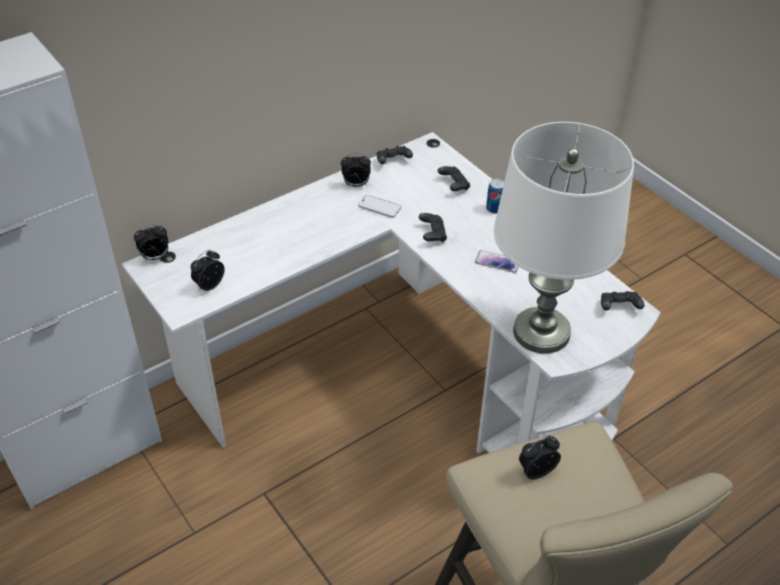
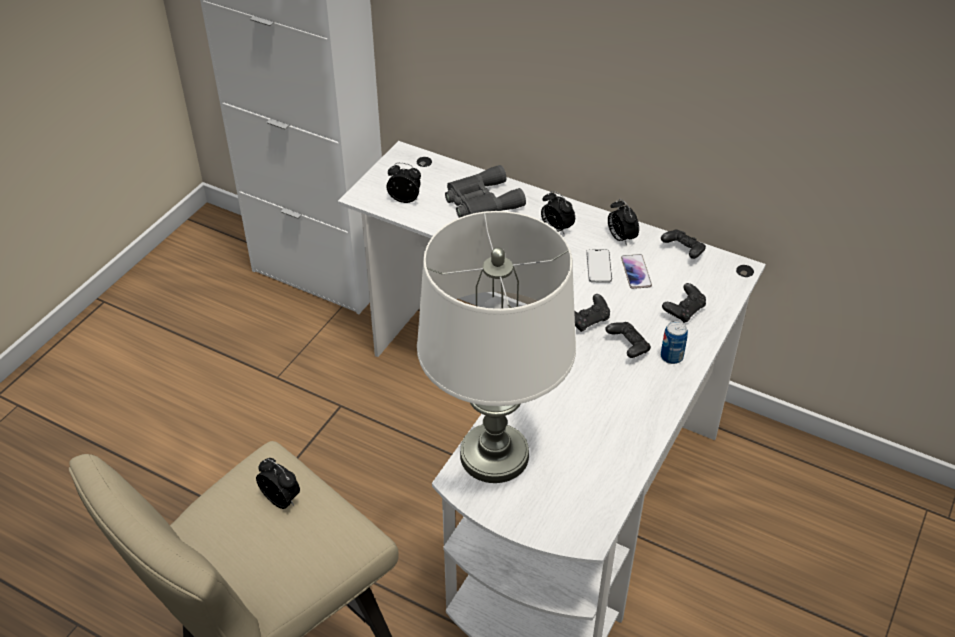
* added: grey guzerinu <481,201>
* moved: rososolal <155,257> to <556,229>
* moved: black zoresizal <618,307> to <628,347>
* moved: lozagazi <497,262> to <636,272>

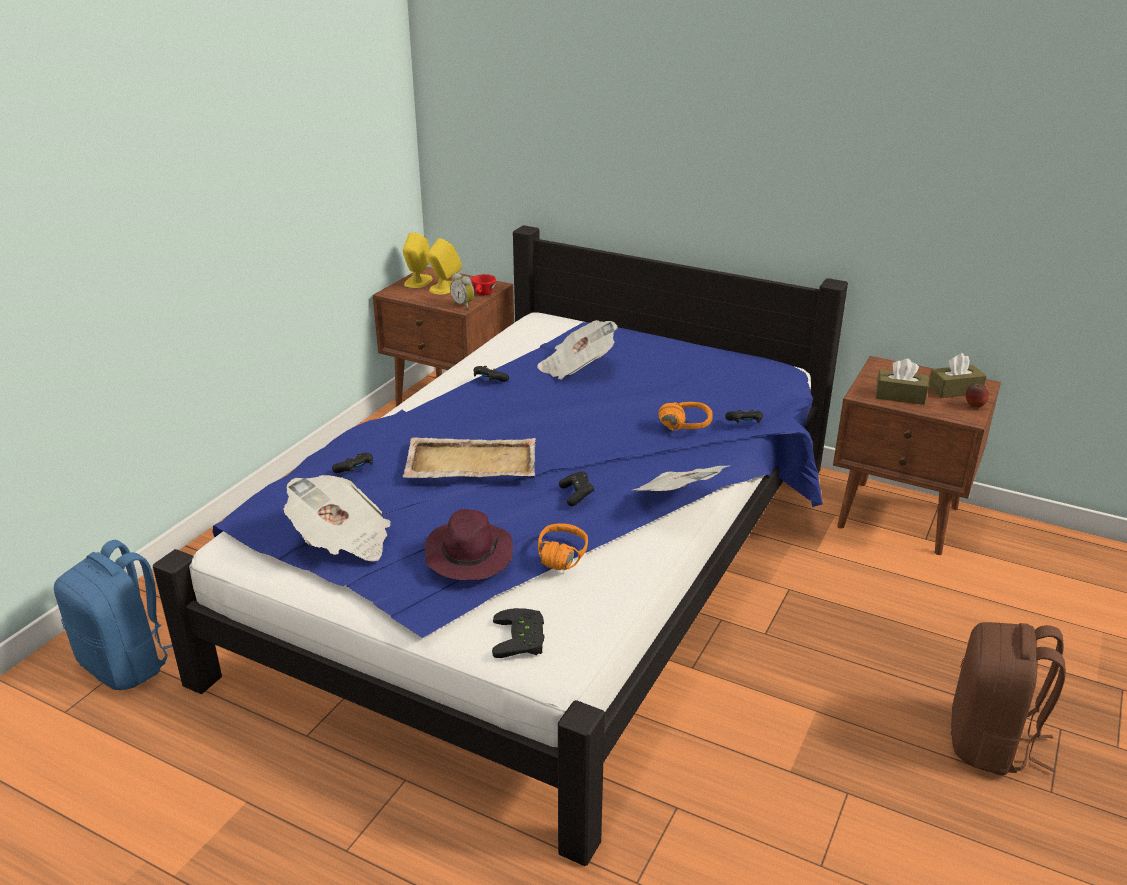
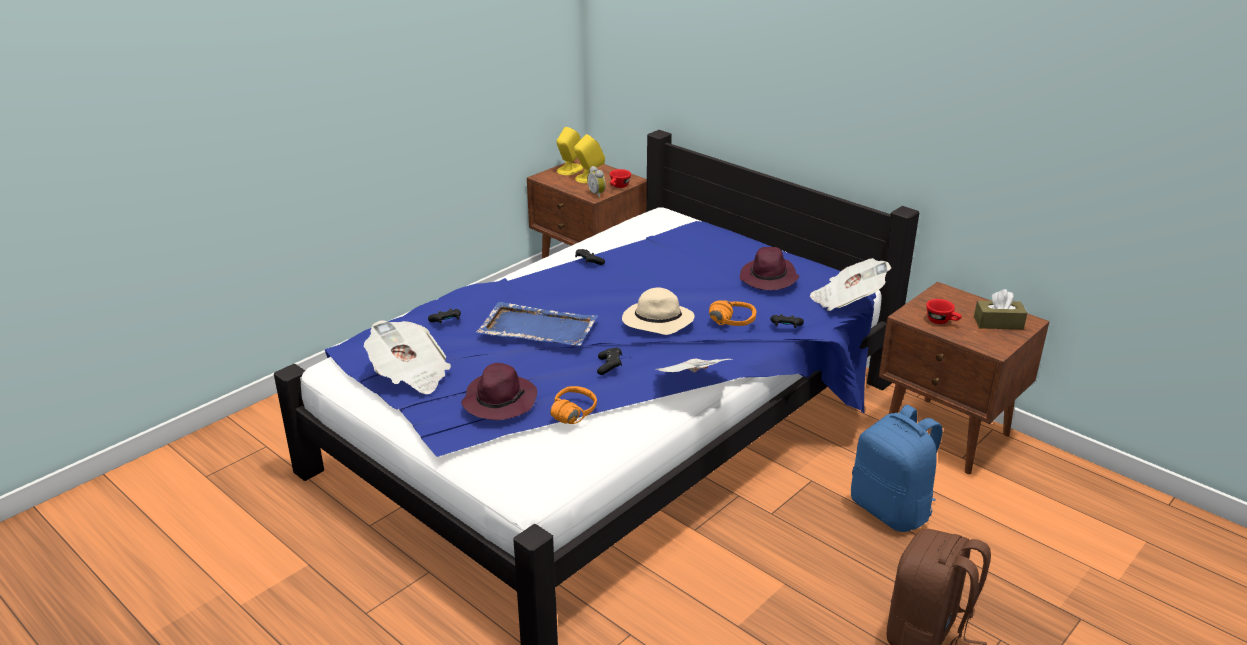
* recoloured: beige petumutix <470,462> to blue petumutix <537,328>
* added: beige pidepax <656,322>
* added: purple pidepax <769,278>
* moved: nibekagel <576,368> to <847,301>
* moved: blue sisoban <127,663> to <891,510>
* replaced: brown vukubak <900,396> to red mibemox <942,321>
* removed: black zoresizal <523,638>
* removed: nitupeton <974,407>

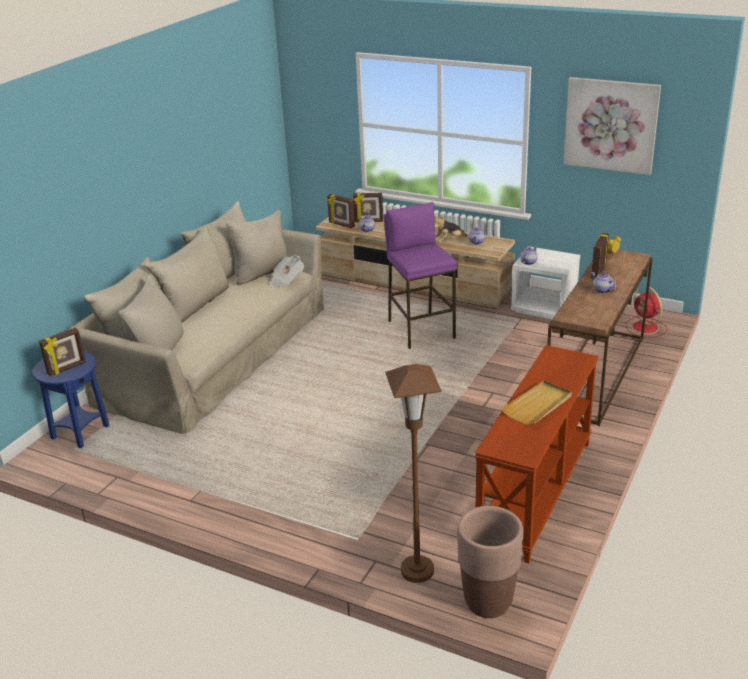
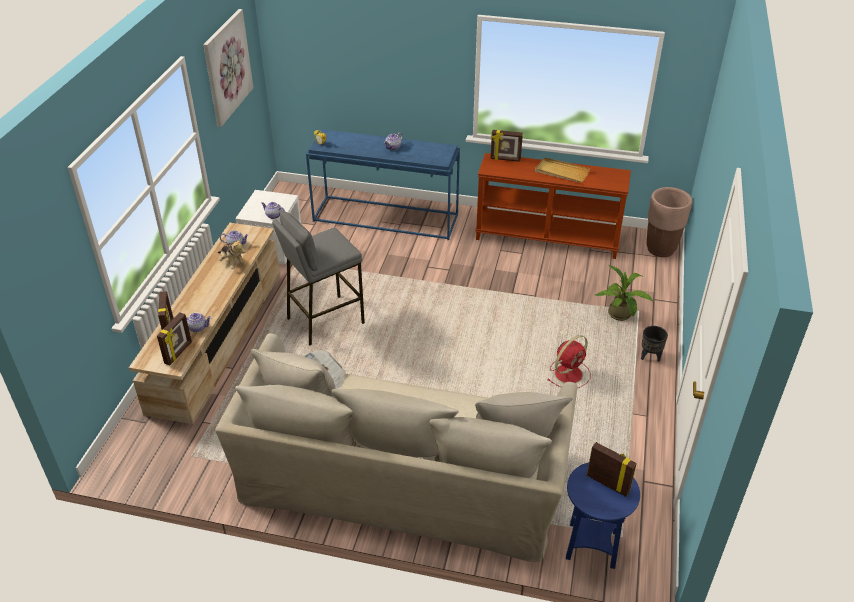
* recoloured: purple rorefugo <421,329> to grey rorefugo <324,320>
* recoloured: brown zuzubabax <596,375> to blue zuzubabax <386,218>
* moved: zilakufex <598,272> to <505,159>
* moved: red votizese <646,328> to <569,373>
* added: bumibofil <621,316>
* added: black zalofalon <650,357>
* removed: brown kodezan <417,570>

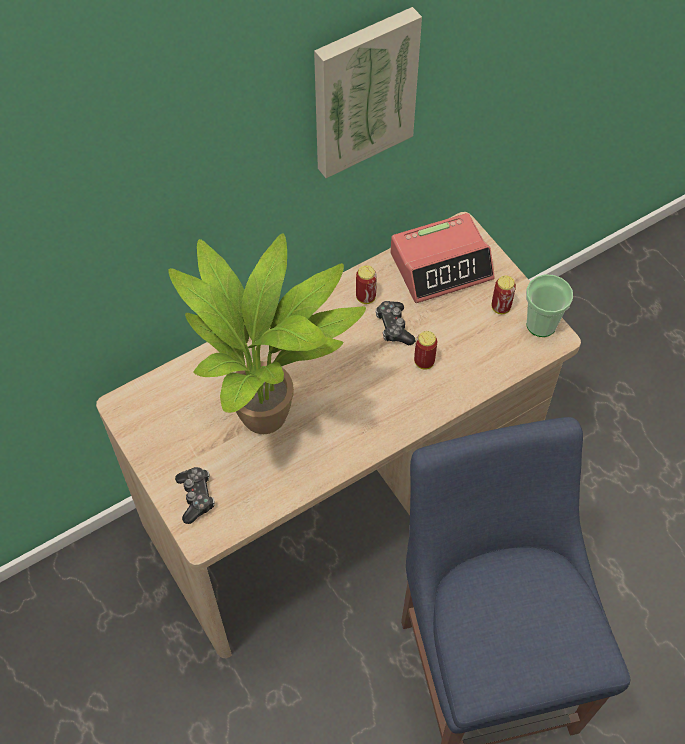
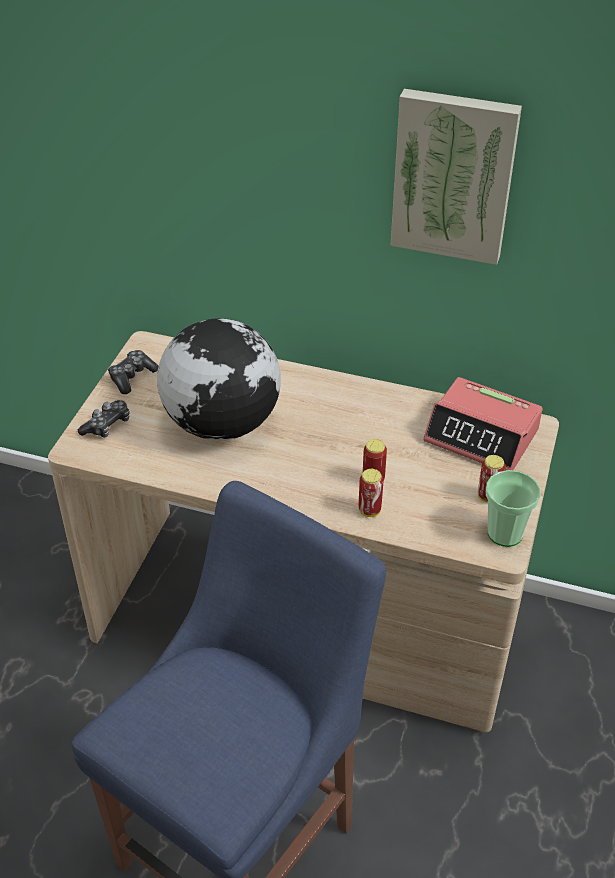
* moved: zoresizal <394,327> to <132,377>
* replaced: bumibofil <271,414> to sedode <222,422>
* moved: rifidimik <365,297> to <369,510>

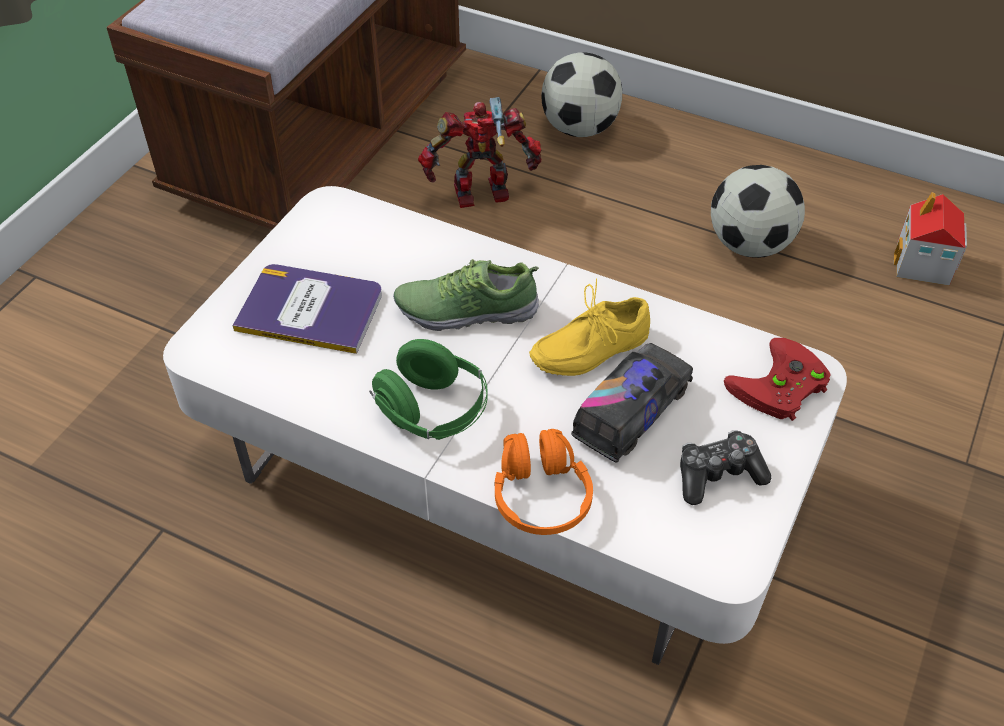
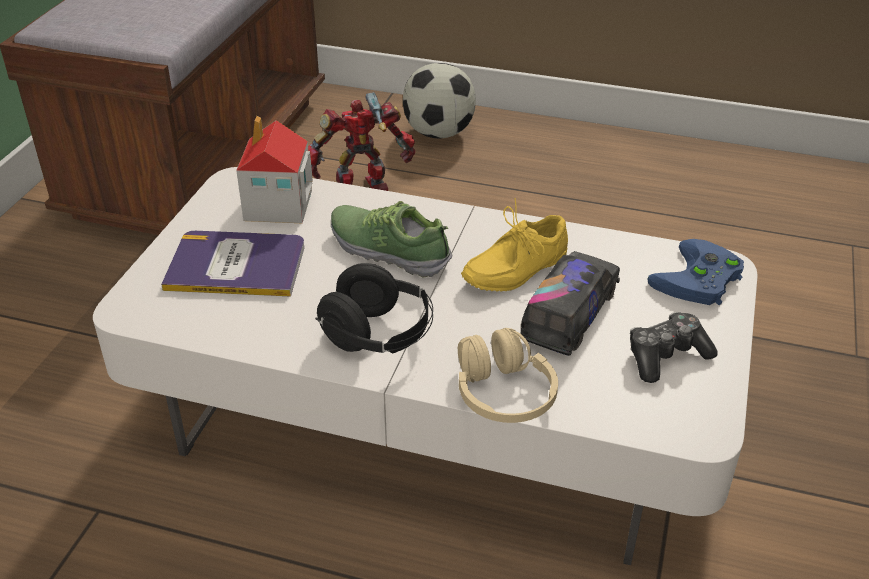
* moved: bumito <922,264> to <278,206>
* recoloured: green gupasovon <433,412> to black gupasovon <378,336>
* turned: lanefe <466,309> = <389,250> 45 degrees clockwise
* recoloured: orange gupasovon <541,495> to beige gupasovon <503,393>
* recoloured: red zoresizal <779,388> to blue zoresizal <698,281>
* removed: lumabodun <749,244>

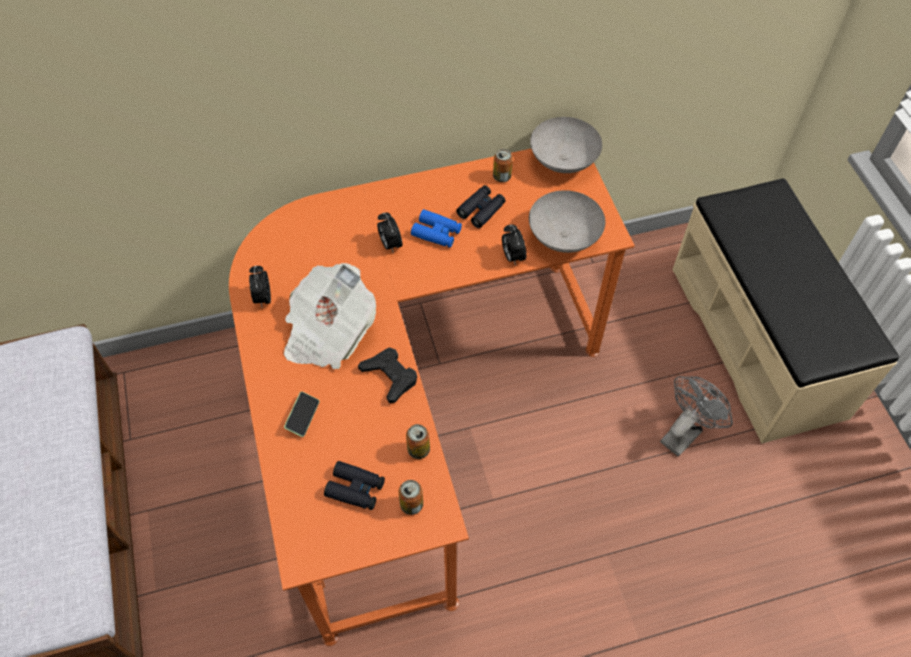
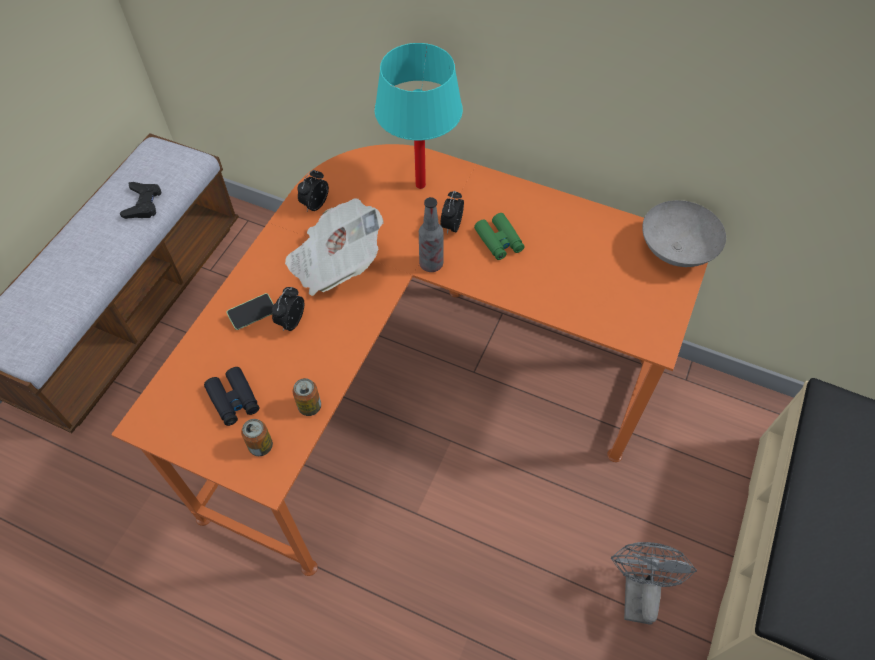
* moved: black zoresizal <390,376> to <143,203>
* moved: rososolal <512,256> to <291,321>
* added: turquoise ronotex <420,185>
* added: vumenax <431,264>
* recoloured: blue guzerinu <436,233> to green guzerinu <499,241>
* turned: grey votizese <684,432> = <637,590> 75 degrees counterclockwise
* removed: black guzerinu <481,210>
* removed: rifidimik <502,176>
* removed: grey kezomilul <565,238>

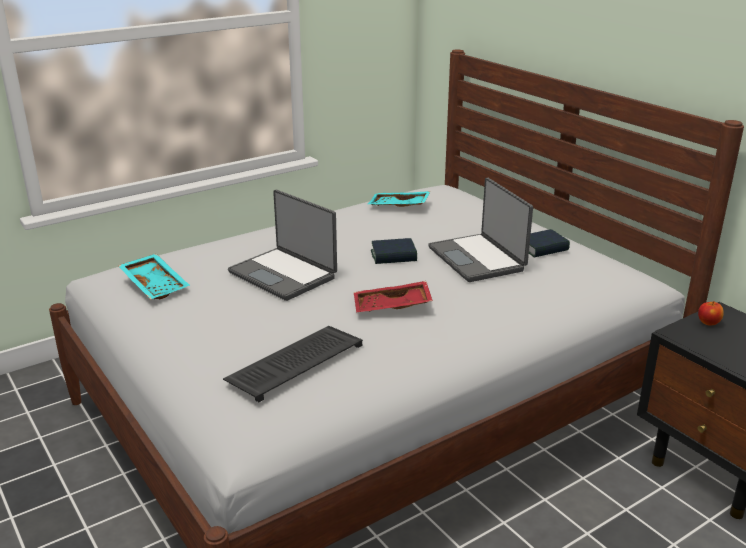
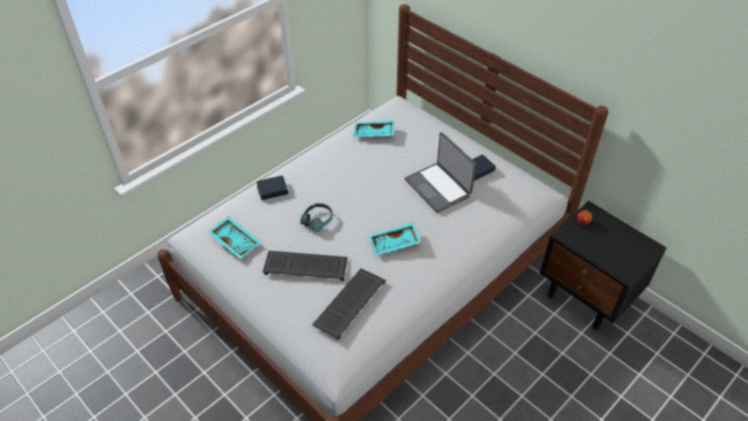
* moved: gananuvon <393,256> to <272,190>
* added: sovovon <306,266>
* replaced: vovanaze <284,274> to gupasovon <317,220>
* recoloured: red petumutix <392,307> to turquoise petumutix <394,244>

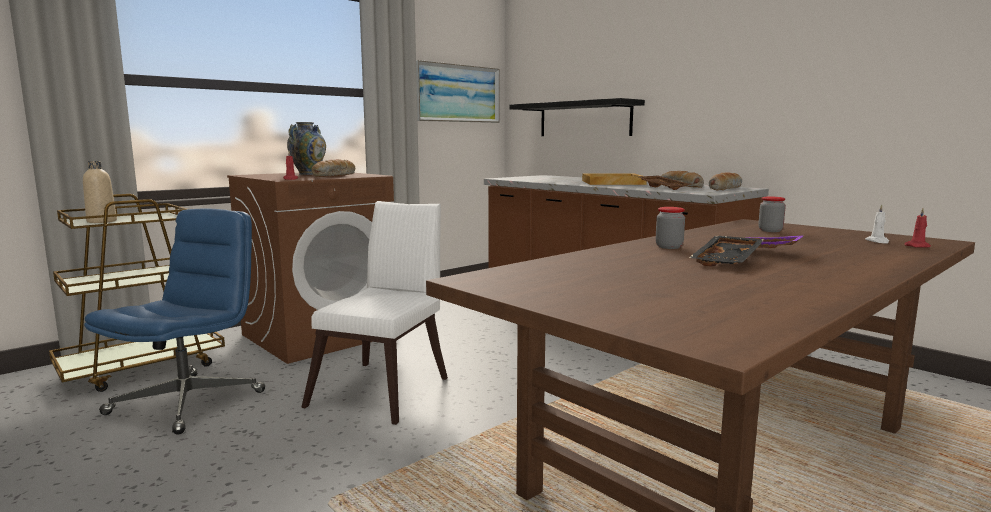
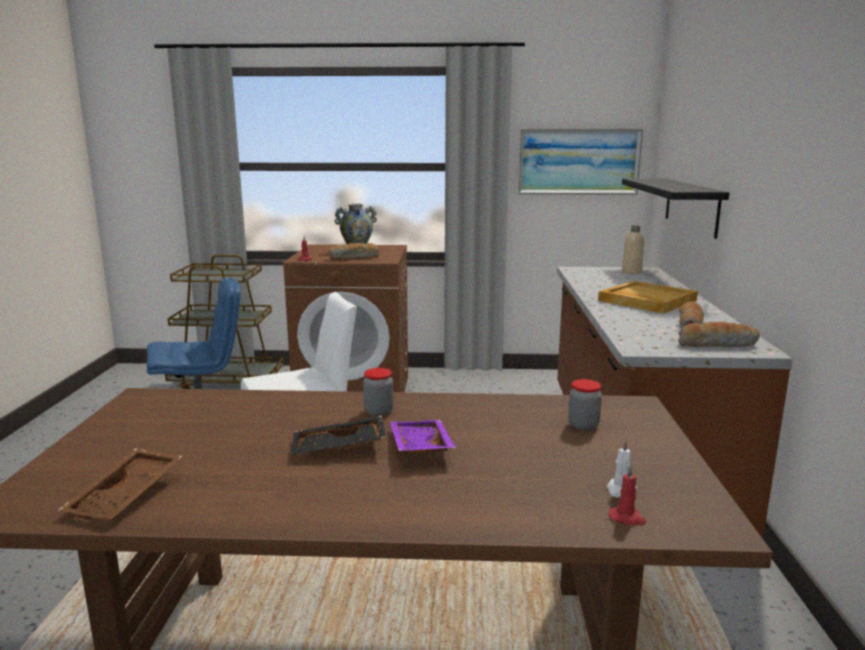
* moved: brown petumutix <664,188> to <128,496>
* moved: beige vumenax <102,221> to <631,272>

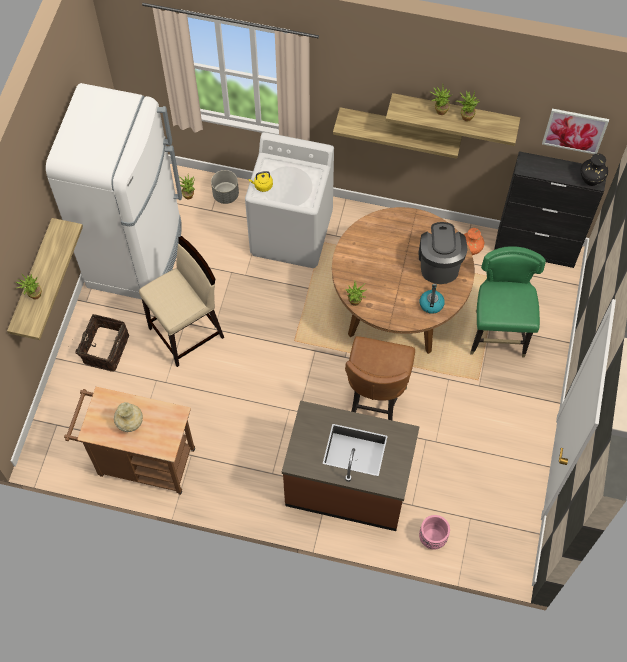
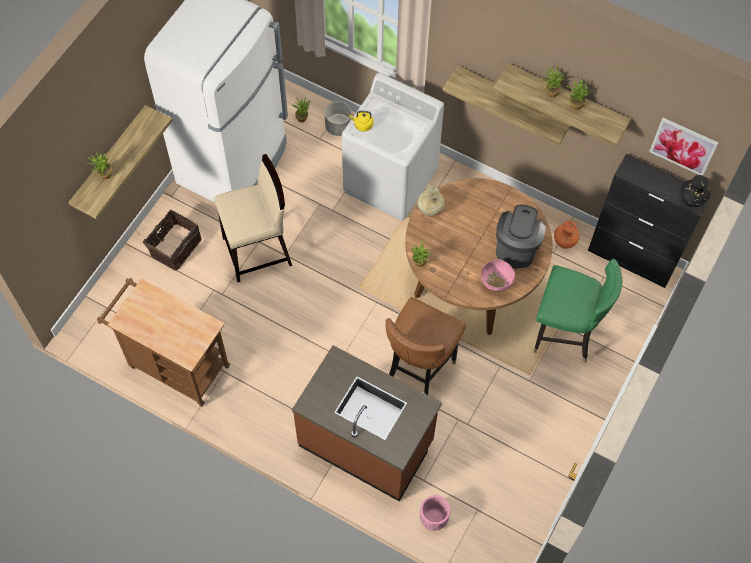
* moved: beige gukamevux <130,424> to <429,210>
* replaced: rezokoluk <431,303> to pink kezomilul <495,284>
* turned: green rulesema <497,335> = <564,335> 90 degrees clockwise

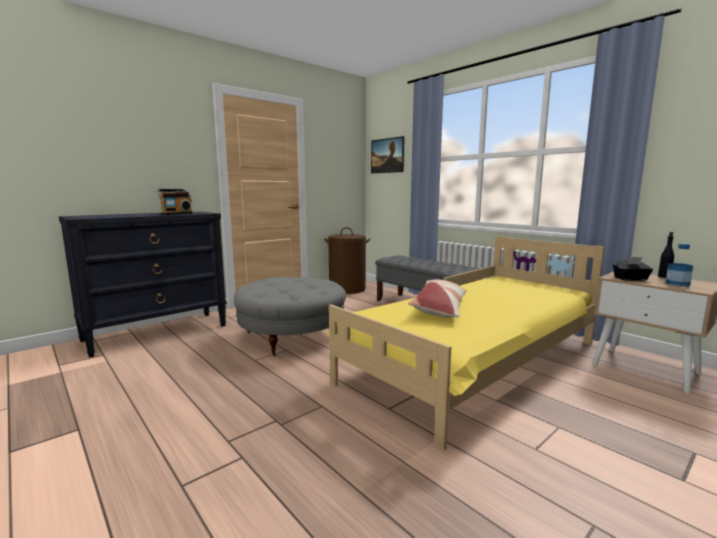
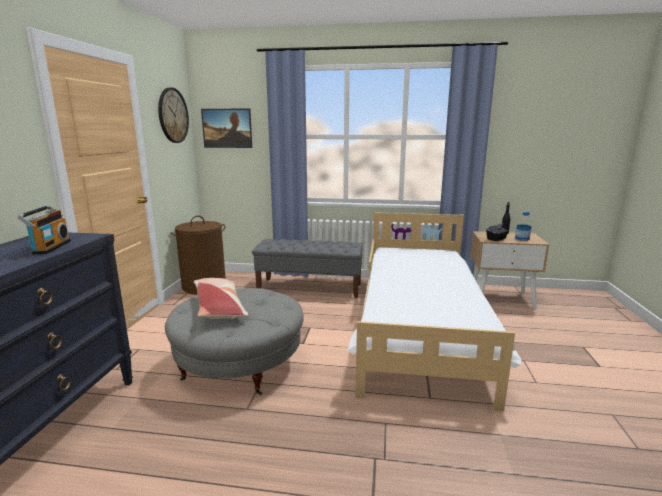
* added: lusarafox <173,115>
* moved: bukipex <440,308> to <219,307>
* recoloured: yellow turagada <475,362> to white turagada <420,330>

